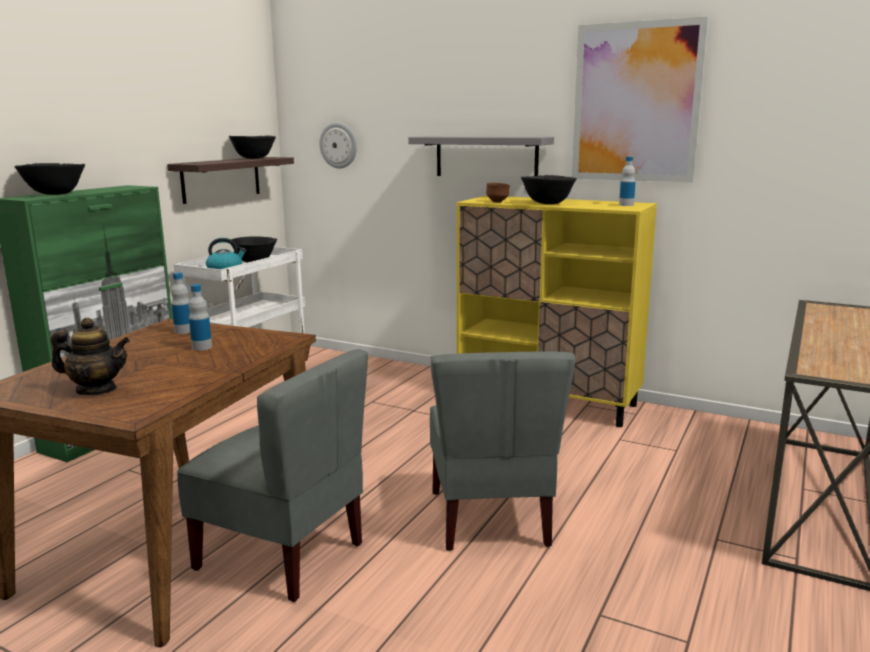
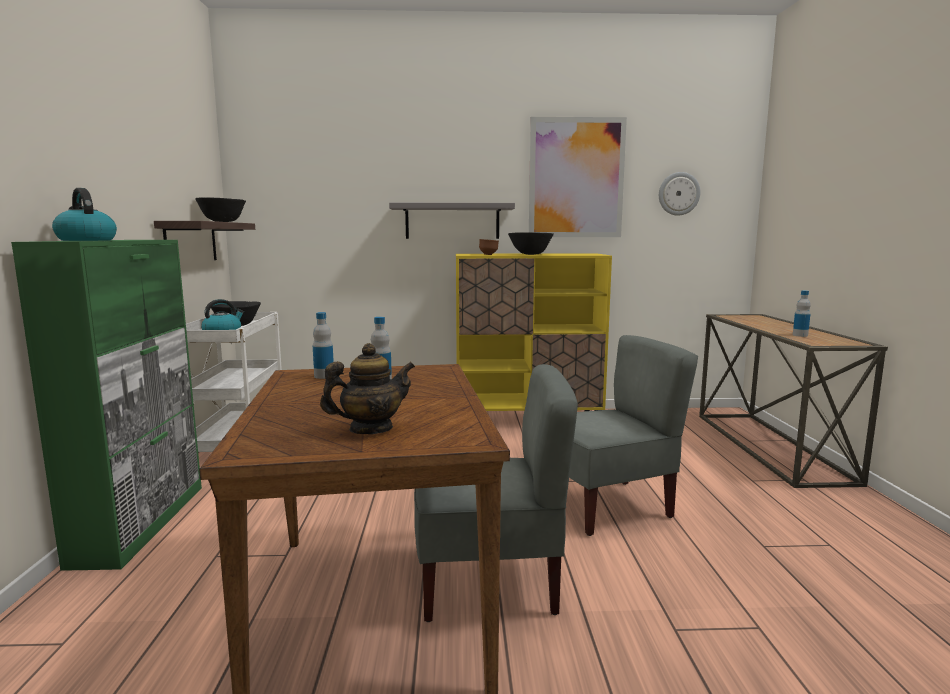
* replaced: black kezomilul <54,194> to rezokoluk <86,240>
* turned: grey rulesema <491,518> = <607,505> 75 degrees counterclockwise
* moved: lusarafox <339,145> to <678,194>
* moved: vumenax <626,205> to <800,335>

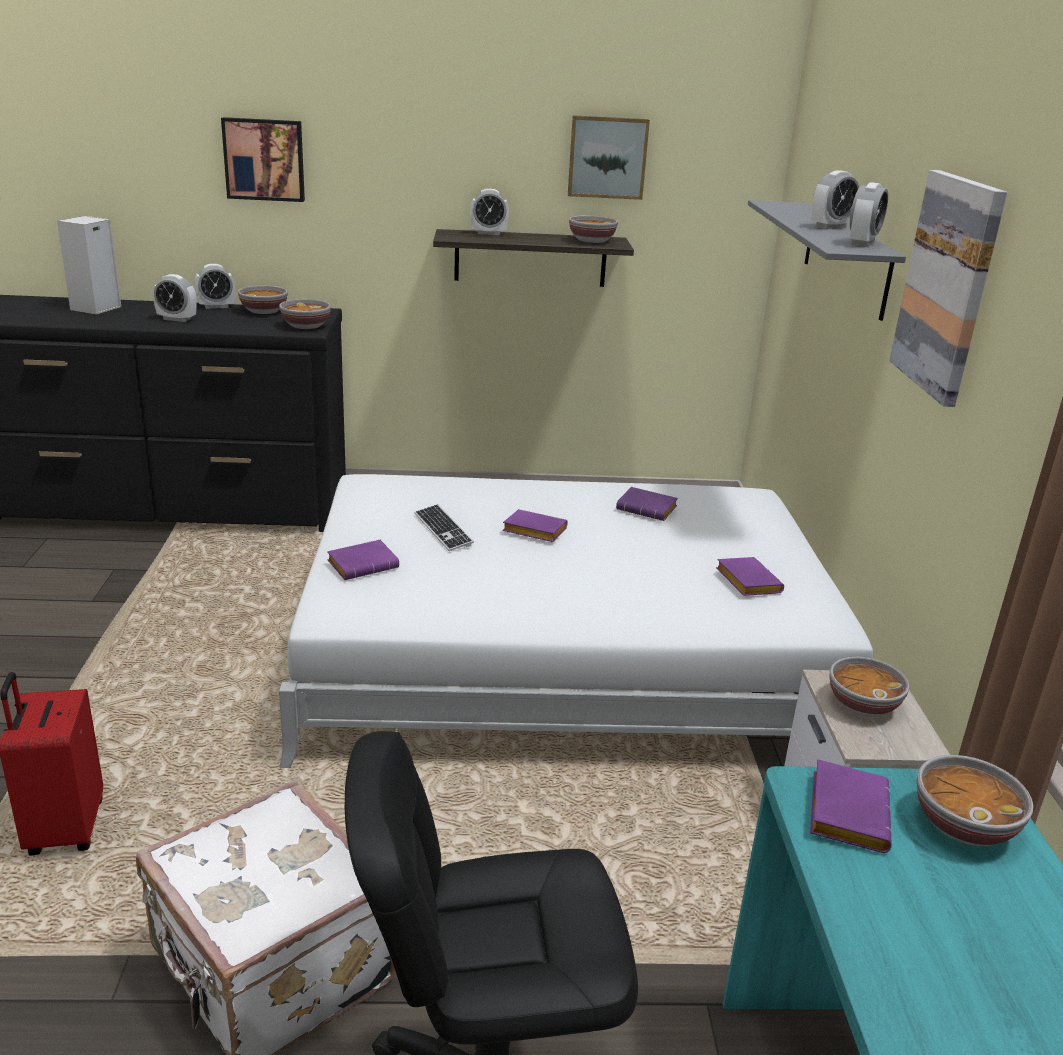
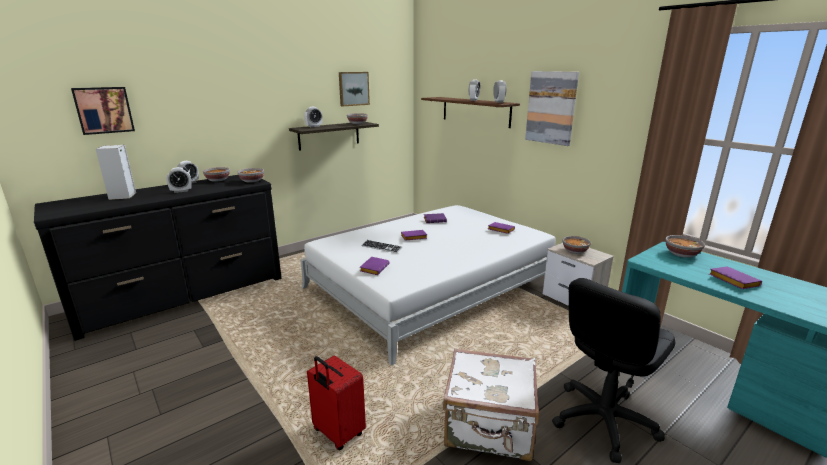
* moved: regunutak <264,159> to <103,110>
* recoloured: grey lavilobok <846,257> to brown lavilobok <475,111>
* moved: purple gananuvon <844,811> to <731,281>

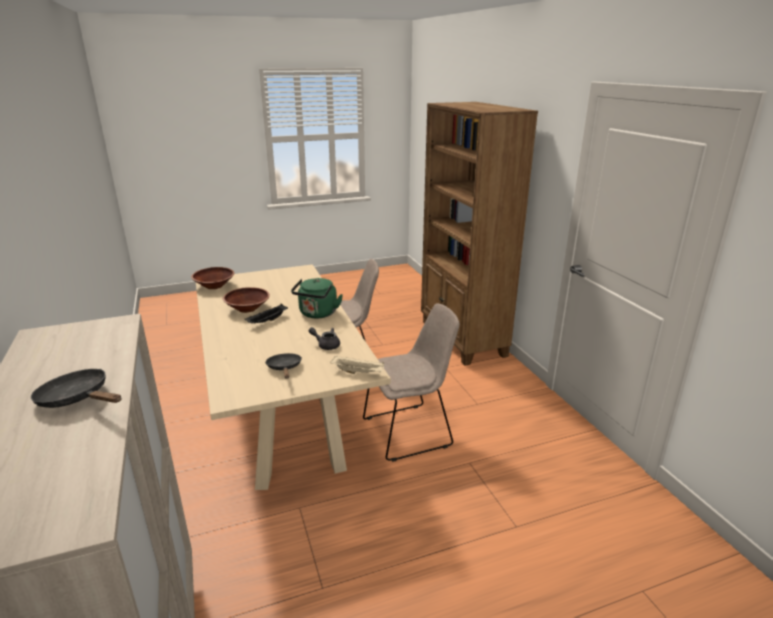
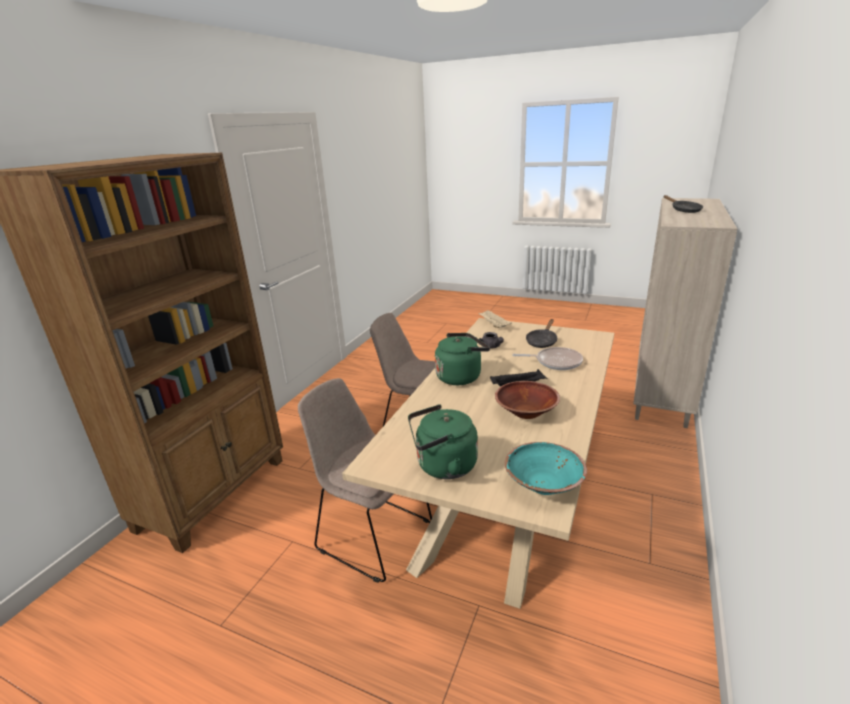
* added: green rezokoluk <443,466>
* recoloured: brown kezomilul <214,286> to turquoise kezomilul <544,484>
* added: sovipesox <555,362>

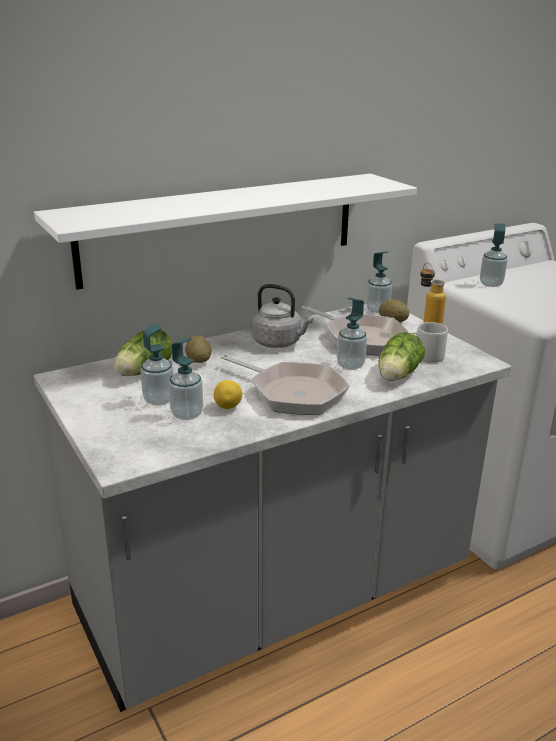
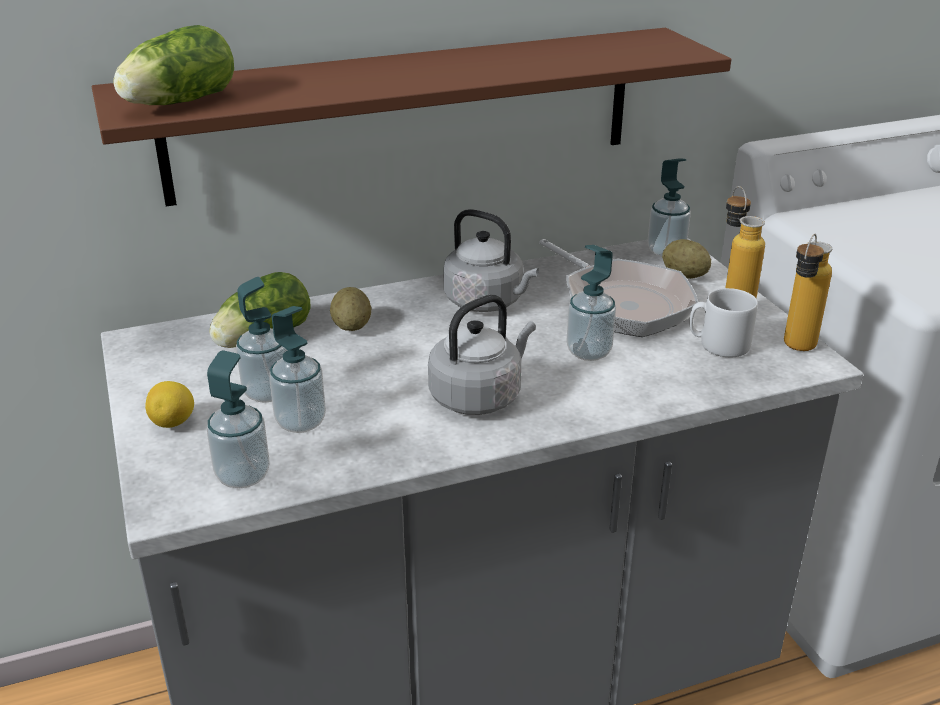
* recoloured: white lavilobok <222,228> to brown lavilobok <405,114>
* moved: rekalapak <397,375> to <176,103>
* moved: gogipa <228,407> to <173,423>
* moved: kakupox <491,284> to <243,476>
* replaced: sovipesox <292,393> to grey rezokoluk <479,396>
* added: vumenax <795,350>

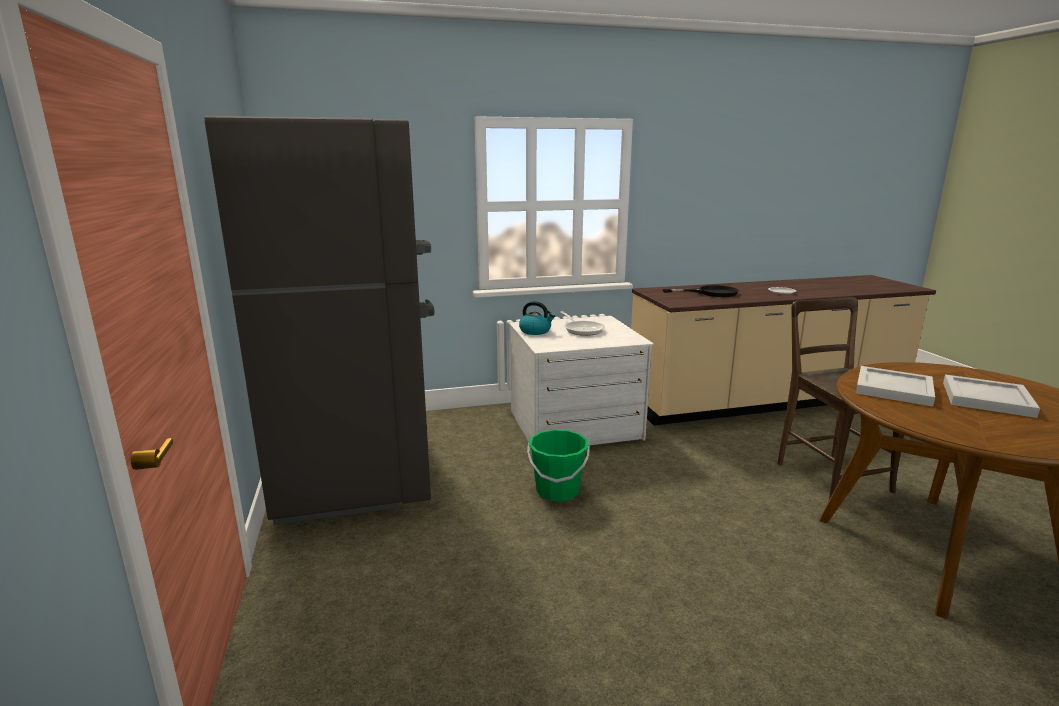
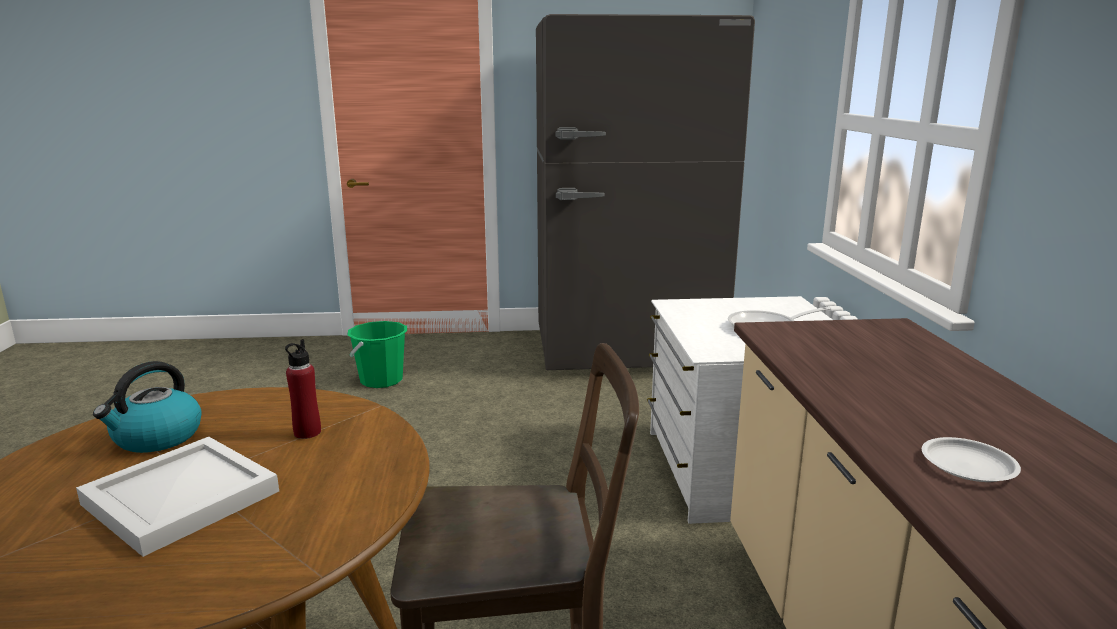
* moved: rezokoluk <535,331> to <157,438>
* replaced: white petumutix <894,389> to red vumenax <307,432>
* moved: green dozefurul <557,491> to <381,380>
* removed: black sovipesox <710,293>

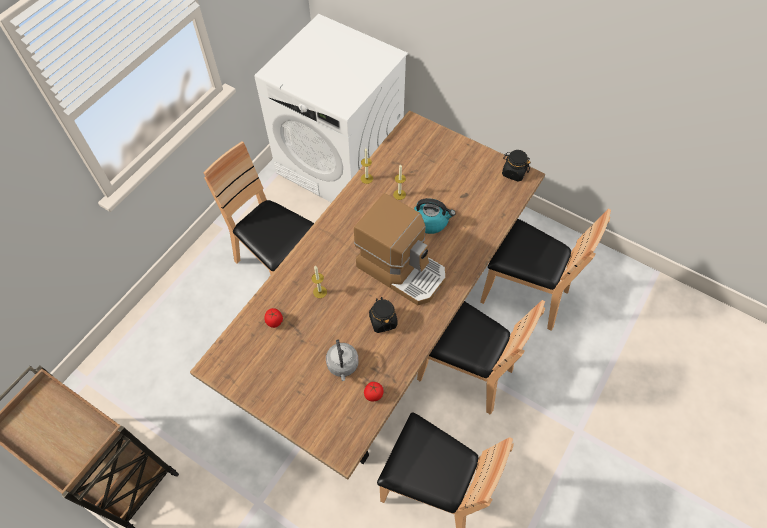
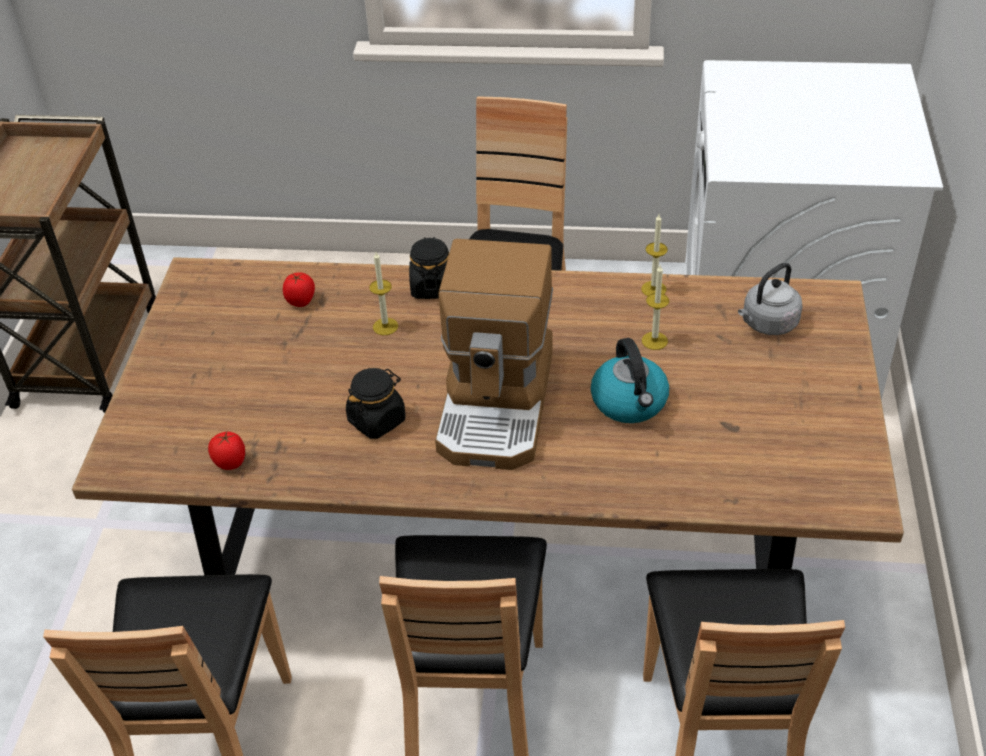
* moved: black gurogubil <513,172> to <432,287>
* moved: grey rezokoluk <343,365> to <767,324>

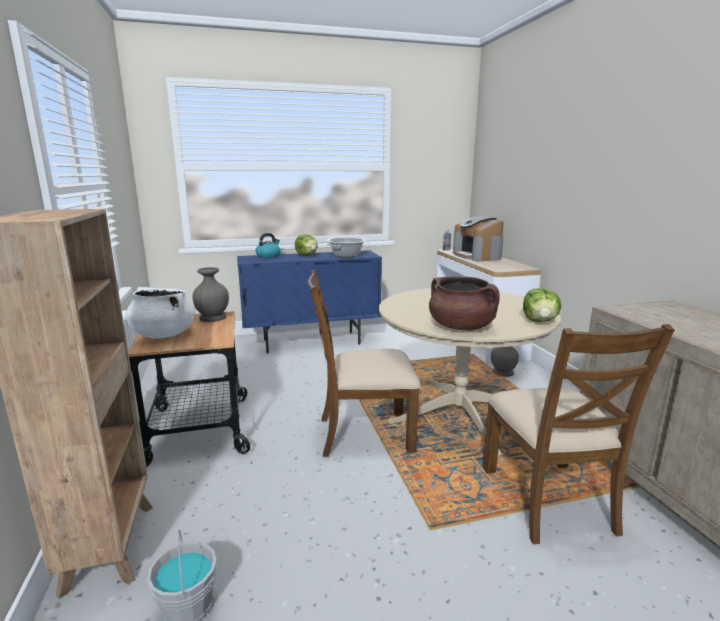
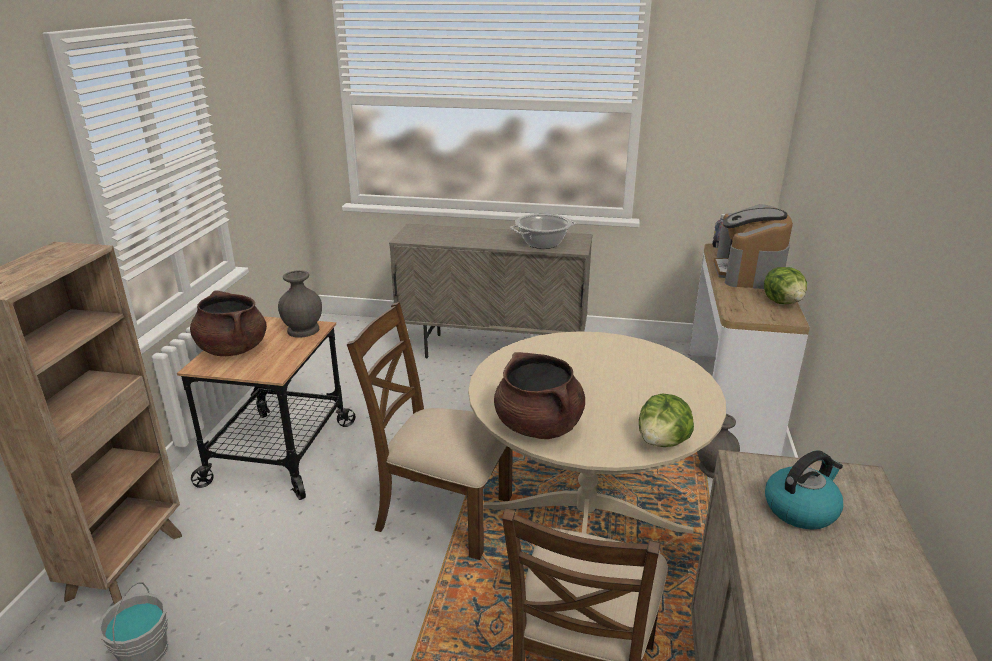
* recoloured: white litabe <163,335> to brown litabe <232,349>
* recoloured: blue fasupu <312,342> to beige fasupu <493,351>
* moved: rekalapak <307,255> to <783,302>
* moved: rezokoluk <268,256> to <800,509>

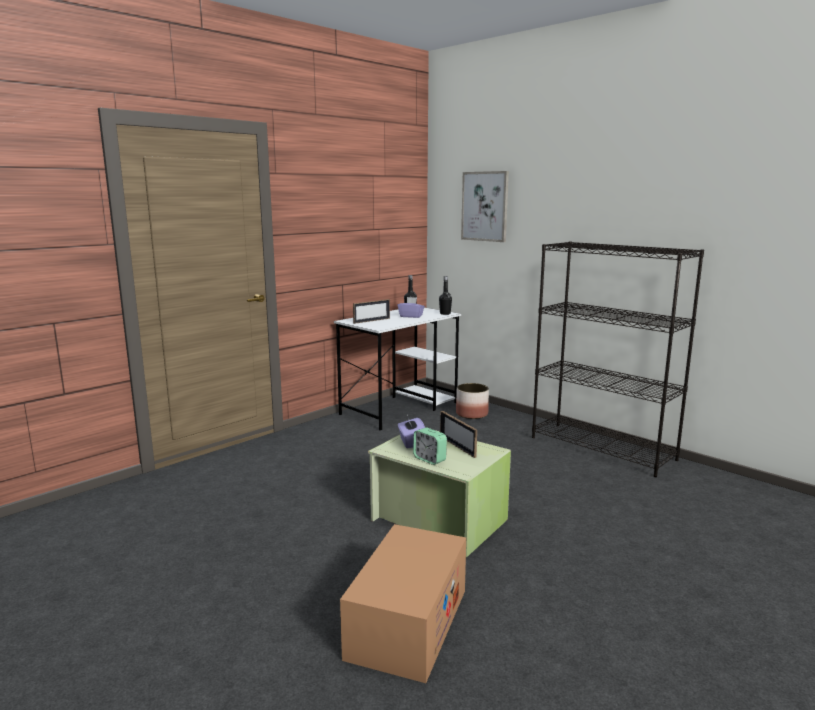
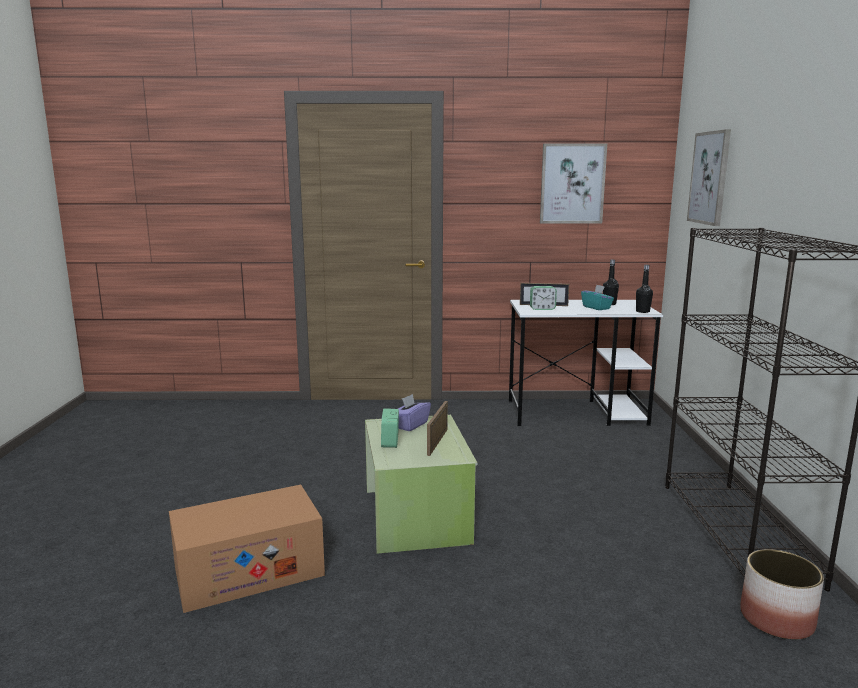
* added: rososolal <542,309>
* added: regunutak <572,184>
* recoloured: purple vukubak <411,316> to turquoise vukubak <596,308>
* moved: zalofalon <472,414> to <777,619>

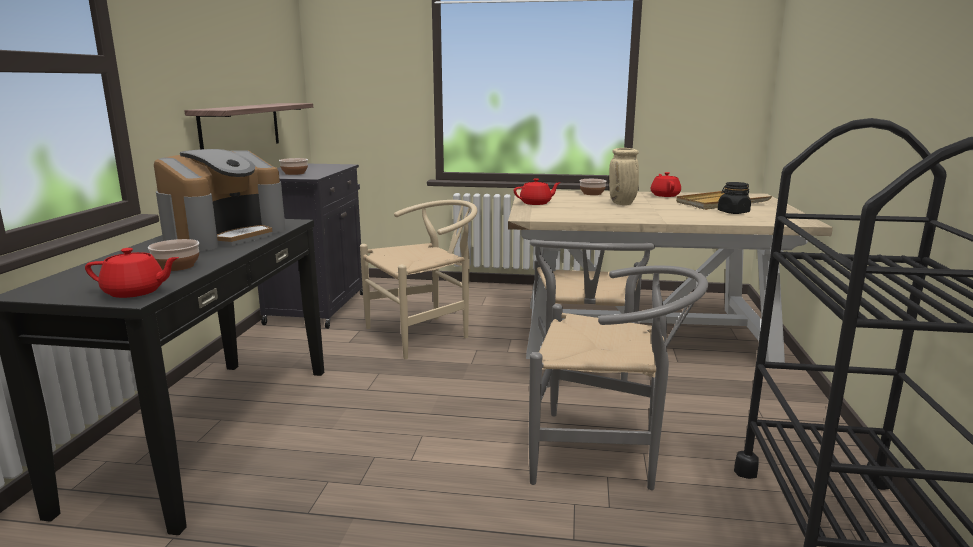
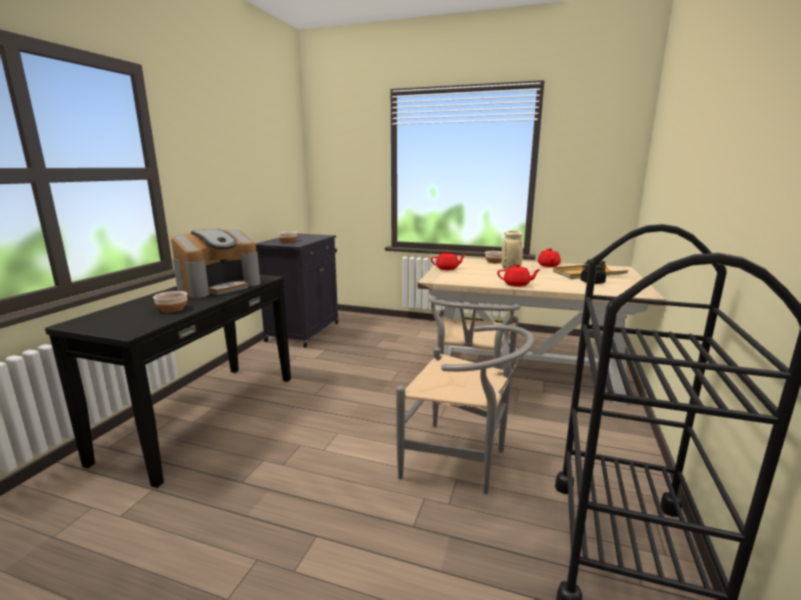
* moved: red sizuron <135,292> to <517,284>
* removed: lavilobok <241,128>
* removed: beige rulesema <426,333>

